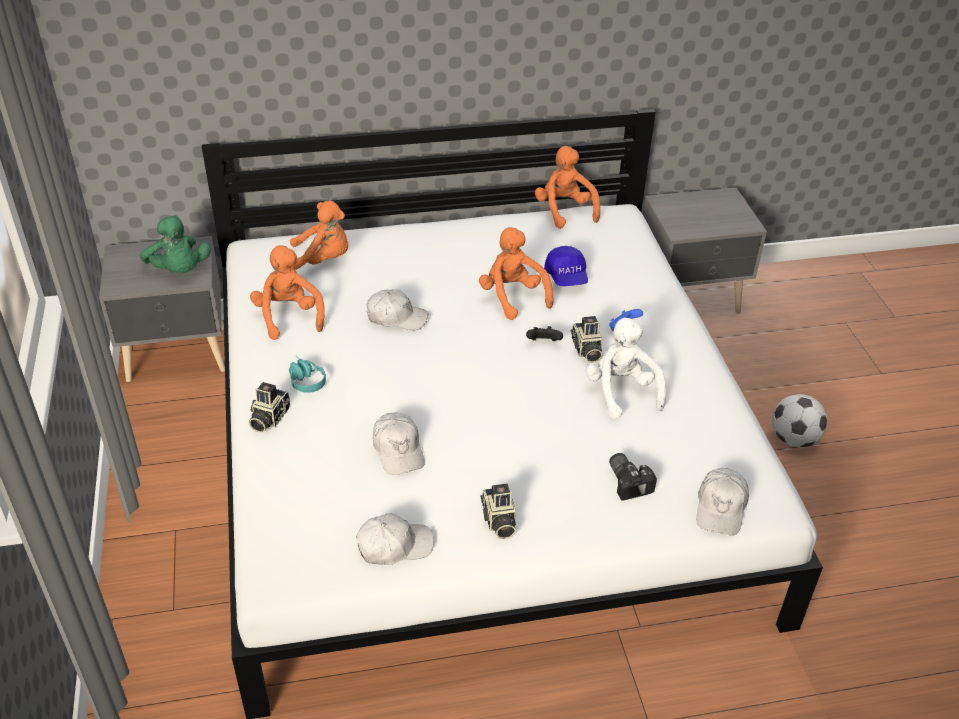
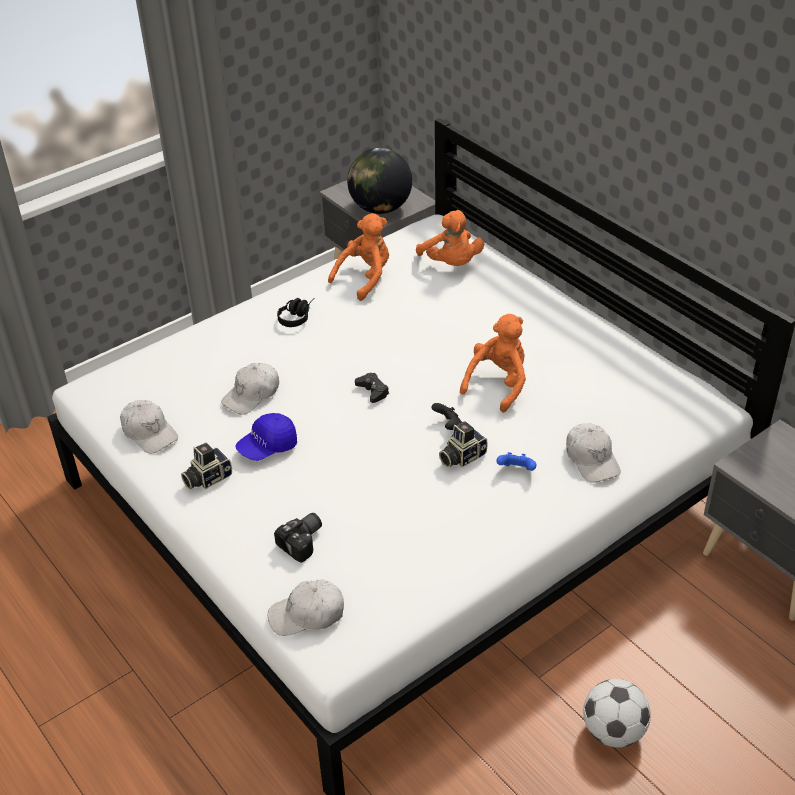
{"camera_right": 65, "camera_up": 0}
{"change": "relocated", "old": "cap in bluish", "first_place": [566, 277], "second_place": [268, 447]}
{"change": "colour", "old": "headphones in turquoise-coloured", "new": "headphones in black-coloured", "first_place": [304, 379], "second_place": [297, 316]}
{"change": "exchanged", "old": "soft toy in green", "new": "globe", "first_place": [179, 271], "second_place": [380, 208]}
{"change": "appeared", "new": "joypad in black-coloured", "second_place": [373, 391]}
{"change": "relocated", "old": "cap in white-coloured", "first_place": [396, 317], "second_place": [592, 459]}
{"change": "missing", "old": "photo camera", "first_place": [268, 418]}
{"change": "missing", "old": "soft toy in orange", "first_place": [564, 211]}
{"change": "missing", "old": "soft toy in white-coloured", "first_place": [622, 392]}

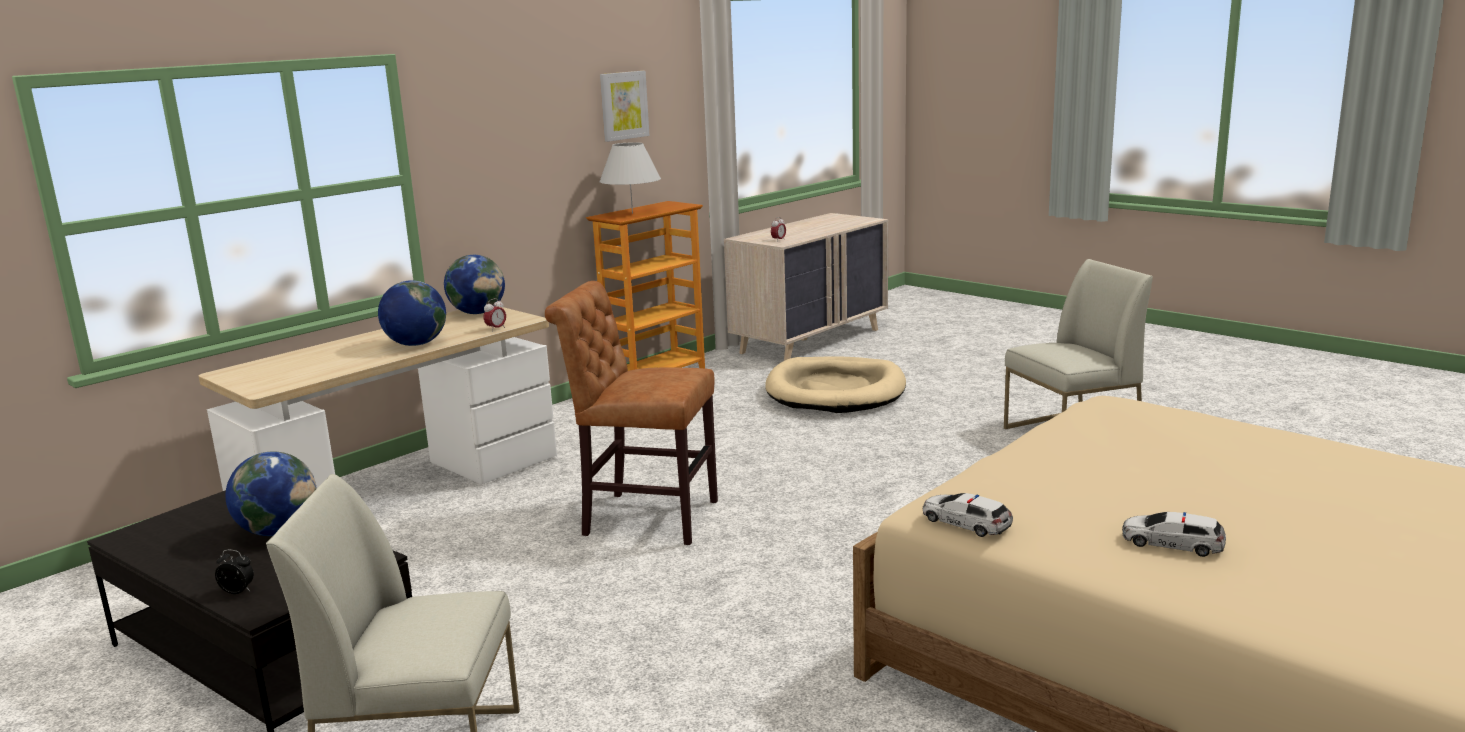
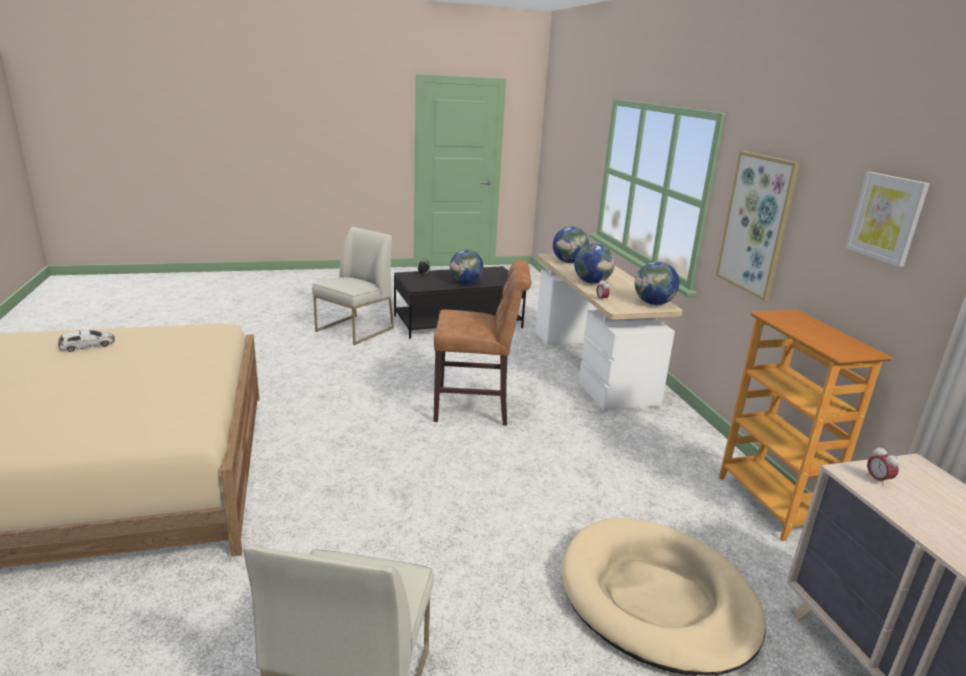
{"camera_right": 120, "camera_up": 5}
{"change": "spun", "old": "chair in brownish", "first_place": [643, 518], "second_place": [476, 408], "degrees": 45}
{"change": "appeared", "new": "globe", "second_place": [569, 262]}
{"change": "appeared", "new": "wall picture", "second_place": [756, 224]}
{"change": "missing", "old": "tabletop lamp in white-coloured", "first_place": [632, 213]}
{"change": "missing", "old": "toy car", "first_place": [965, 522]}

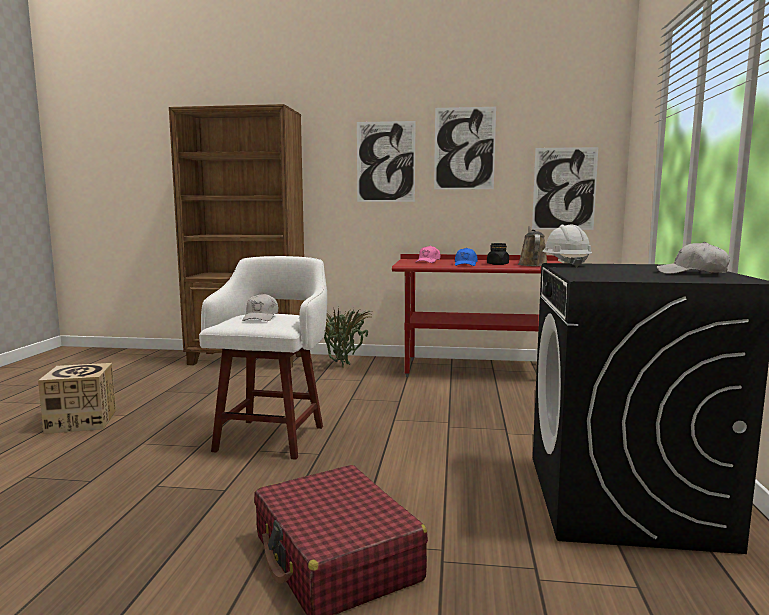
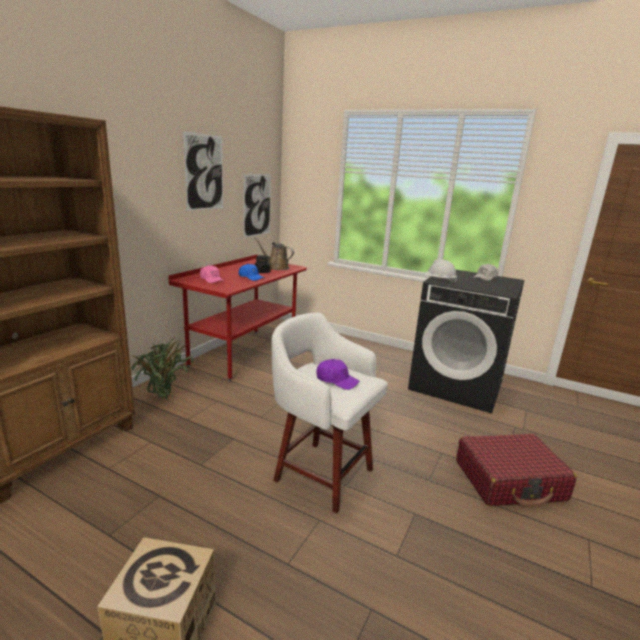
{"camera_right": -70, "camera_up": 10}
{"change": "colour", "old": "cap in white-coloured", "new": "cap in purple", "first_place": [261, 317], "second_place": [336, 380]}
{"change": "missing", "old": "wall picture", "first_place": [385, 162]}

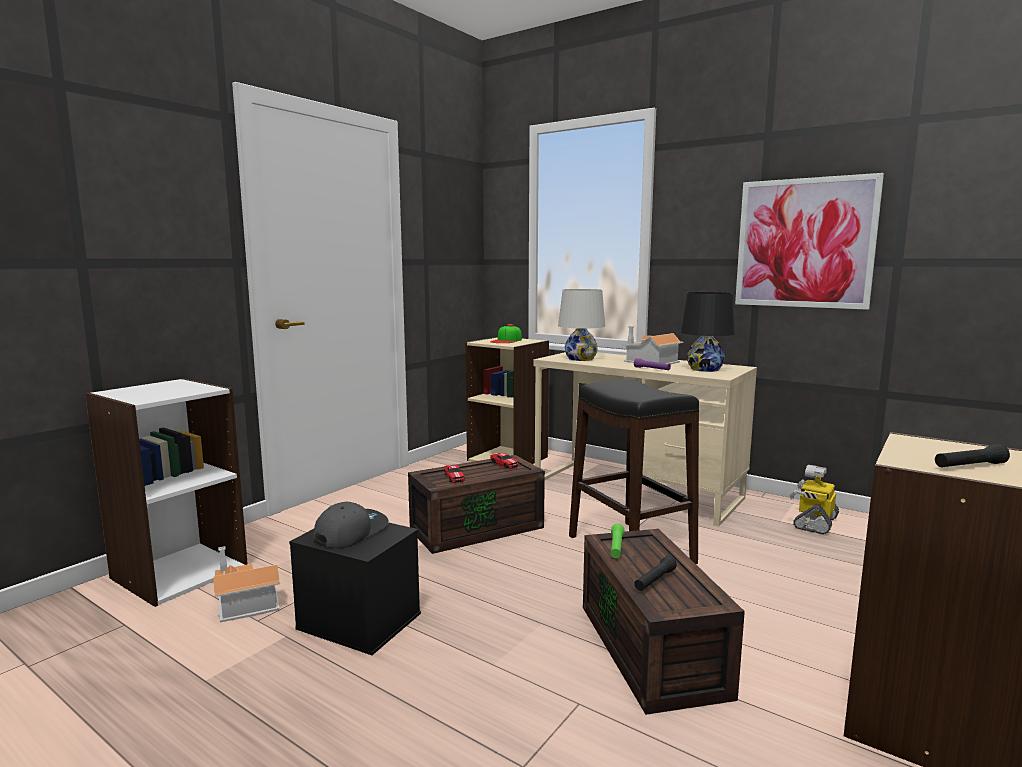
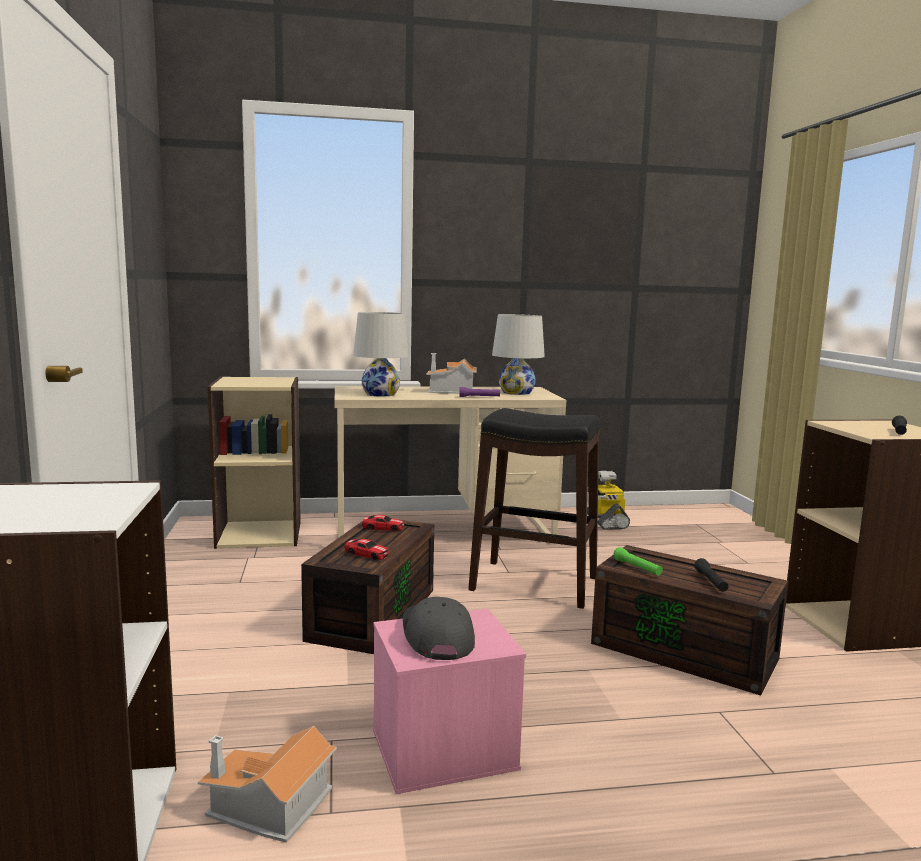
{"camera_right": -45, "camera_up": 0}
{"change": "colour", "old": "storage bin in black-coloured", "new": "storage bin in pink-coloured", "first_place": [357, 621], "second_place": [442, 751]}
{"change": "colour", "old": "tabletop lamp in black-coloured", "new": "tabletop lamp in white-coloured", "first_place": [704, 369], "second_place": [516, 392]}
{"change": "missing", "old": "cap", "first_place": [506, 340]}
{"change": "missing", "old": "wall picture", "first_place": [804, 243]}

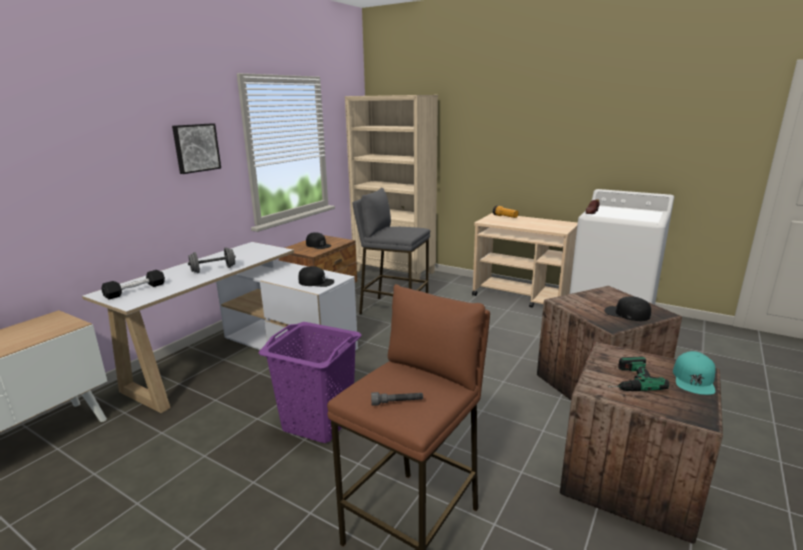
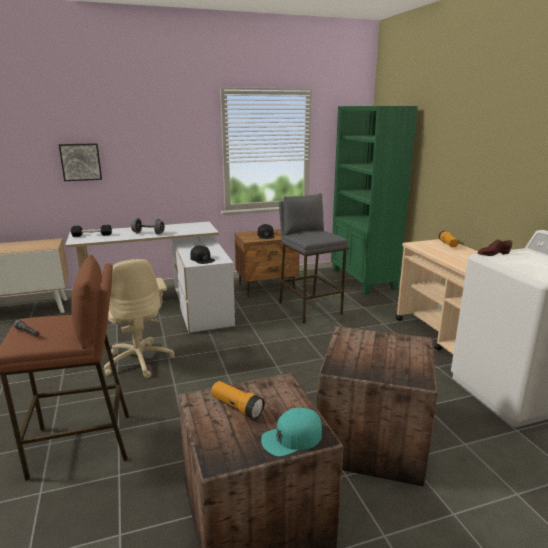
{"camera_right": 40, "camera_up": 0}
{"change": "relocated", "old": "wall picture", "first_place": [196, 148], "second_place": [81, 162]}
{"change": "exchanged", "old": "washing basket in purple", "new": "desk chair in beige-coloured", "first_place": [318, 422], "second_place": [139, 360]}
{"change": "exchanged", "old": "drill", "new": "flashlight", "first_place": [626, 380], "second_place": [237, 407]}
{"change": "colour", "old": "shelving unit in beige-coloured", "new": "shelving unit in green", "first_place": [394, 272], "second_place": [362, 279]}
{"change": "missing", "old": "cap in black-coloured", "first_place": [626, 313]}

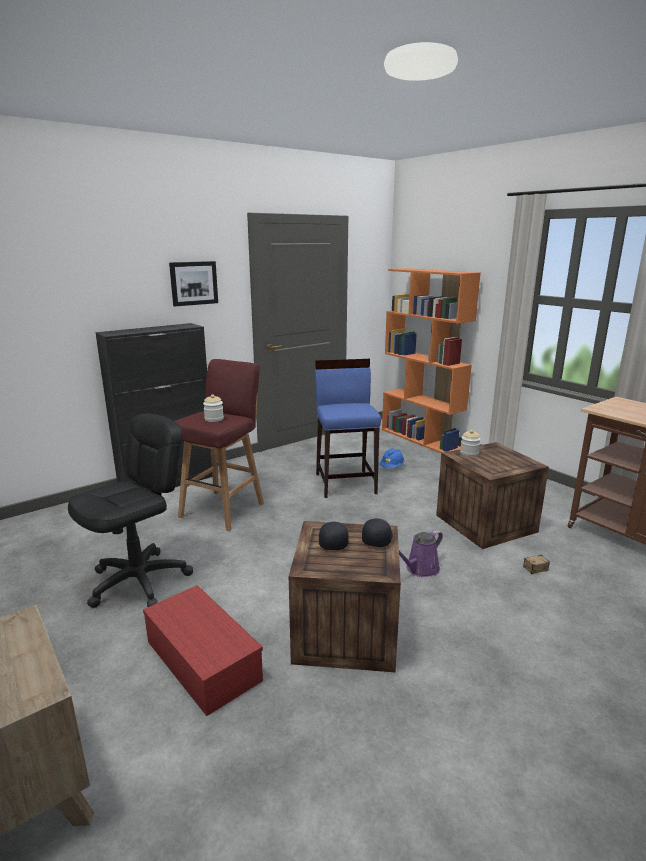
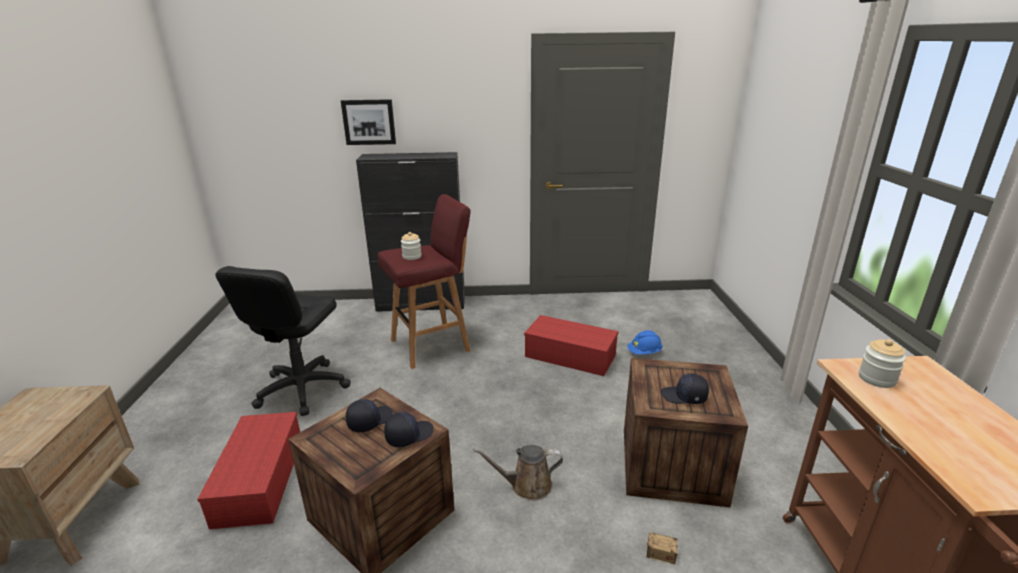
{"camera_right": 35, "camera_up": 5}
{"change": "spun", "old": "desk chair in black-coloured", "first_place": [139, 581], "second_place": [302, 389], "degrees": 120}
{"change": "relocated", "old": "wall picture", "first_place": [193, 283], "second_place": [369, 122]}
{"change": "colour", "old": "watering can in purple", "new": "watering can in brownish", "first_place": [420, 569], "second_place": [527, 486]}
{"change": "exchanged", "old": "stool in bluish", "new": "storage bin in red-coloured", "first_place": [346, 483], "second_place": [571, 355]}
{"change": "appeared", "new": "cap in black-coloured", "second_place": [684, 397]}
{"change": "relocated", "old": "preserve jar", "first_place": [469, 453], "second_place": [876, 379]}
{"change": "missing", "old": "shelving unit in orange", "first_place": [421, 439]}

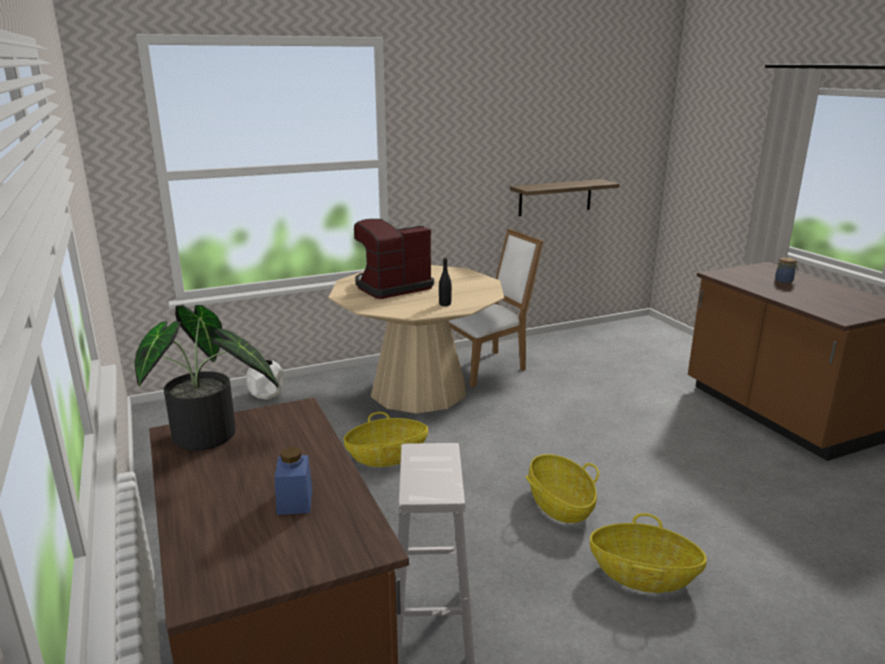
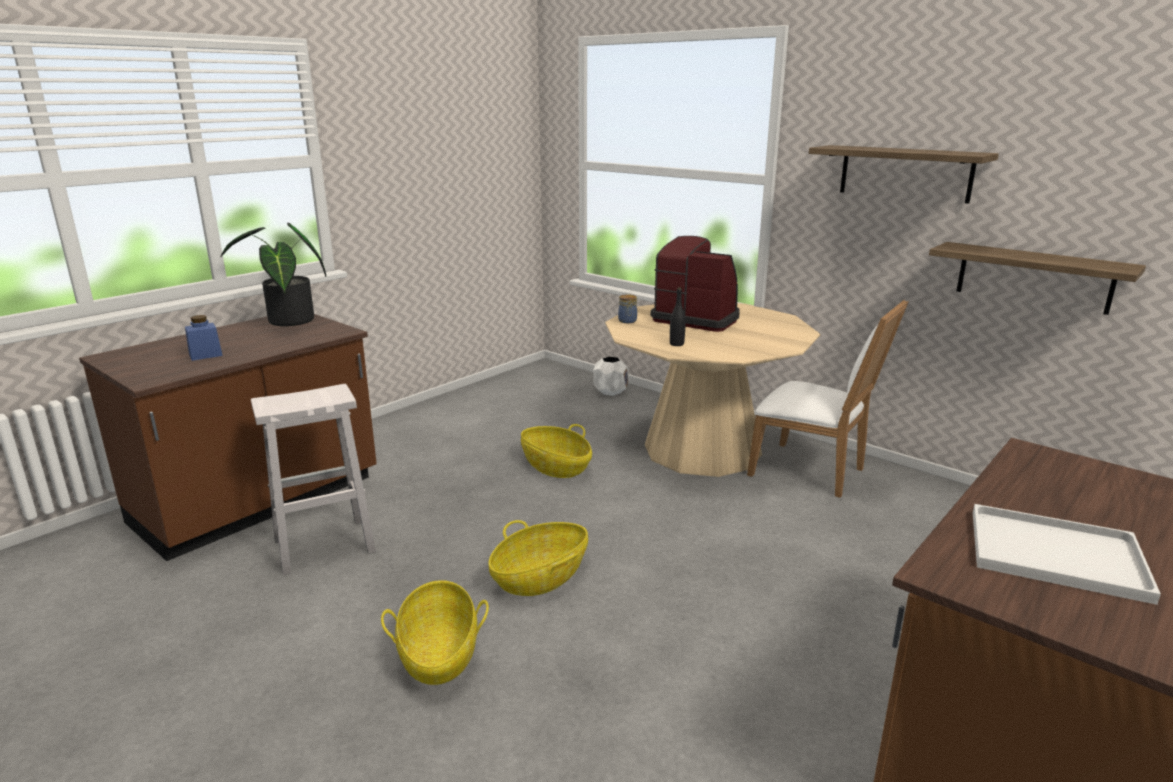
{"camera_right": 65, "camera_up": 0}
{"change": "relocated", "old": "preserve jar", "first_place": [784, 281], "second_place": [627, 321]}
{"change": "appeared", "new": "wall shelf", "second_place": [905, 173]}
{"change": "appeared", "new": "serving tray in white-coloured", "second_place": [1059, 554]}

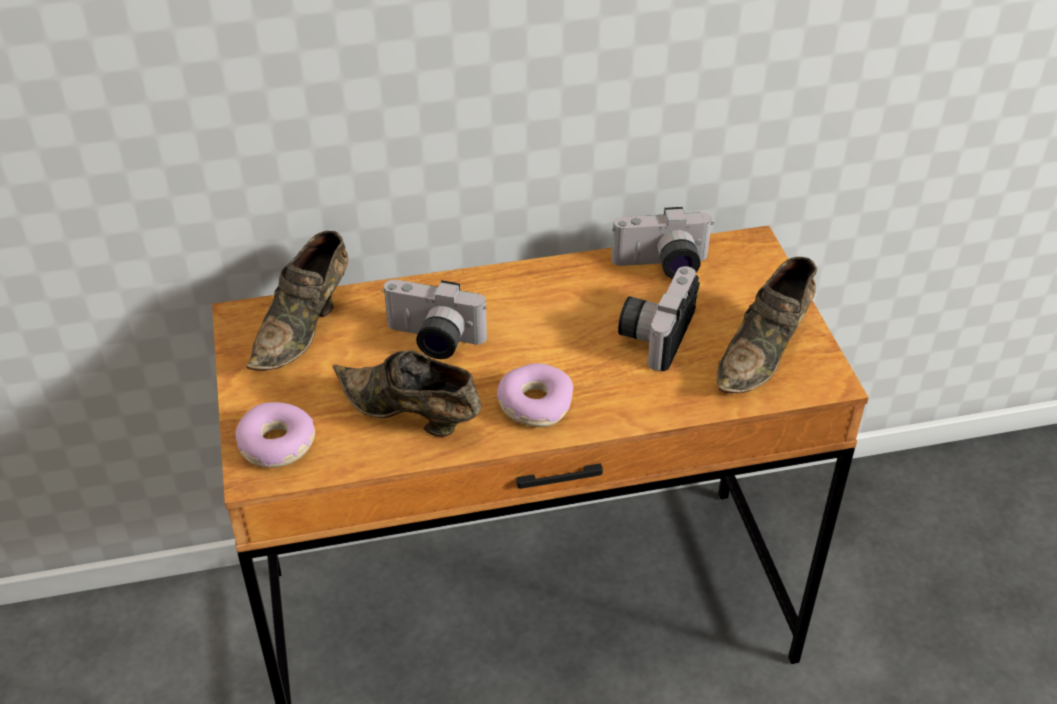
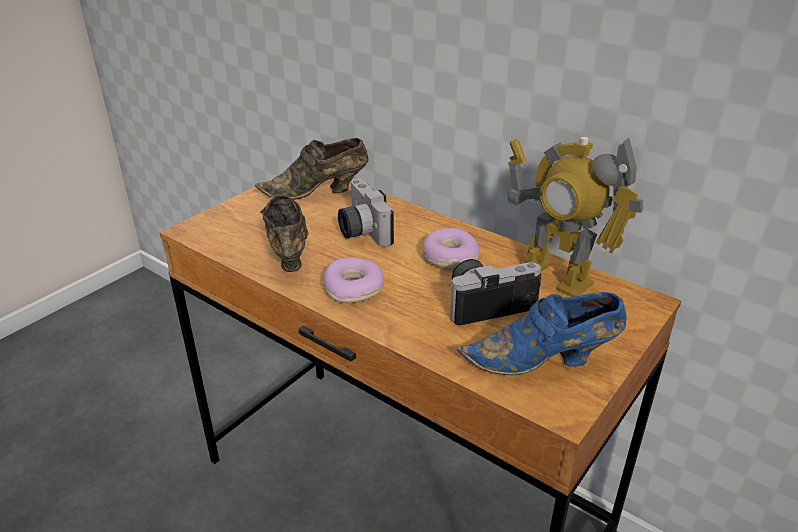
{"camera_right": 50, "camera_up": -10}
{"change": "relocated", "old": "ring doughnut", "first_place": [276, 445], "second_place": [449, 257]}
{"change": "colour", "old": "shoe in brownish", "new": "shoe in bluish", "first_place": [765, 352], "second_place": [543, 361]}
{"change": "exchanged", "old": "photo camera", "new": "model robot", "first_place": [662, 267], "second_place": [555, 276]}

